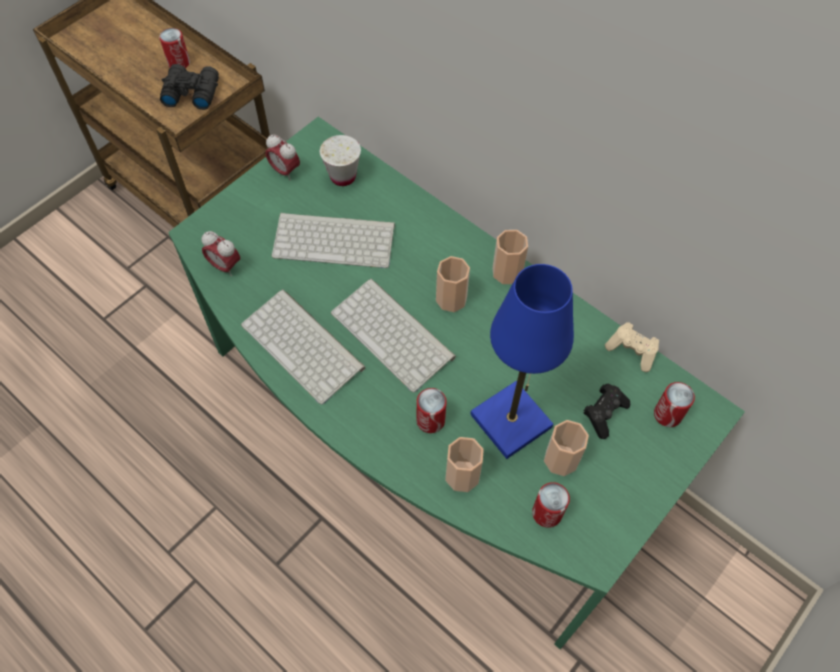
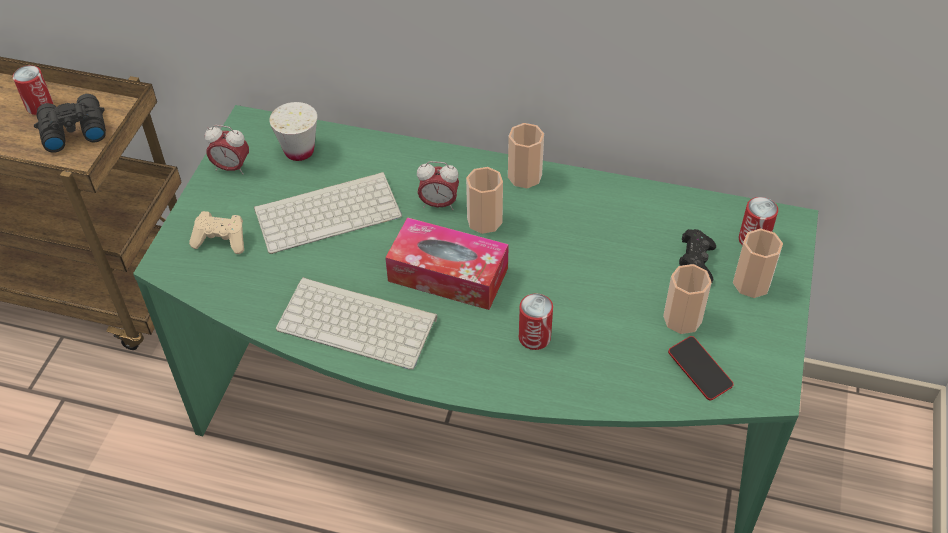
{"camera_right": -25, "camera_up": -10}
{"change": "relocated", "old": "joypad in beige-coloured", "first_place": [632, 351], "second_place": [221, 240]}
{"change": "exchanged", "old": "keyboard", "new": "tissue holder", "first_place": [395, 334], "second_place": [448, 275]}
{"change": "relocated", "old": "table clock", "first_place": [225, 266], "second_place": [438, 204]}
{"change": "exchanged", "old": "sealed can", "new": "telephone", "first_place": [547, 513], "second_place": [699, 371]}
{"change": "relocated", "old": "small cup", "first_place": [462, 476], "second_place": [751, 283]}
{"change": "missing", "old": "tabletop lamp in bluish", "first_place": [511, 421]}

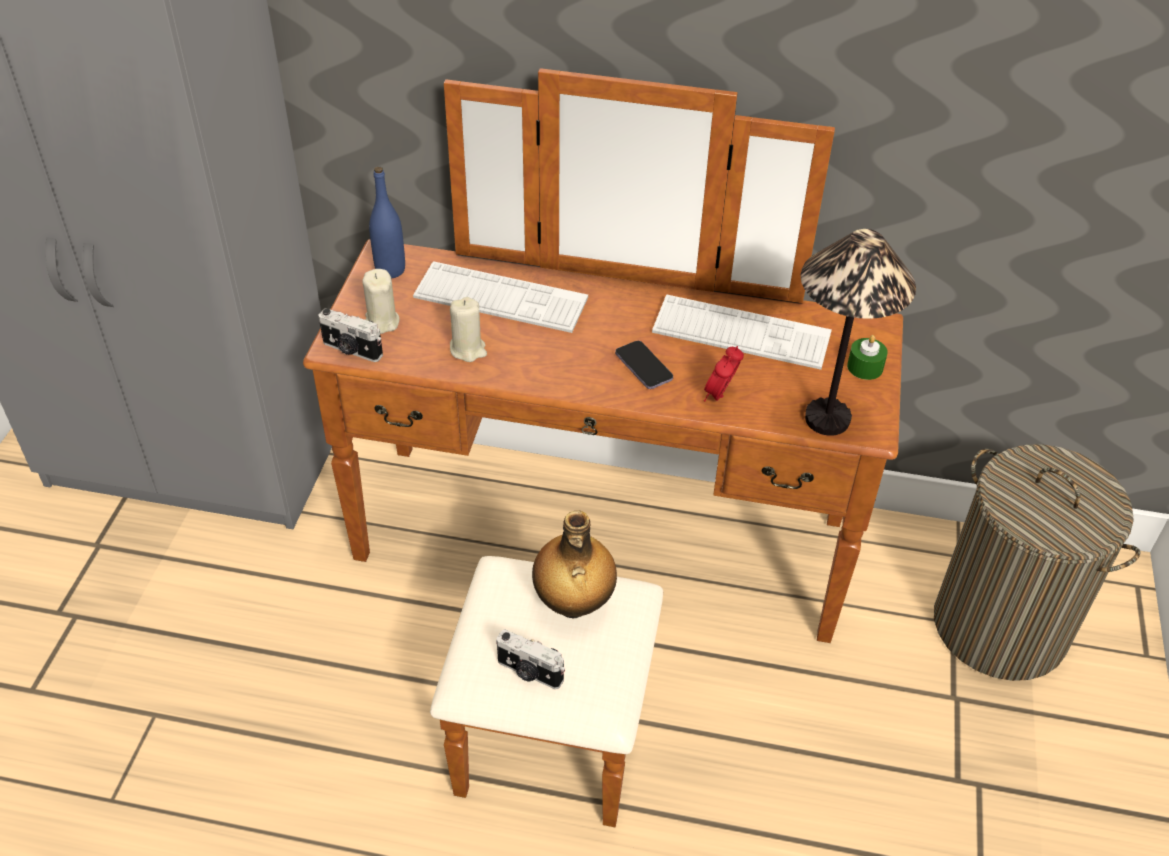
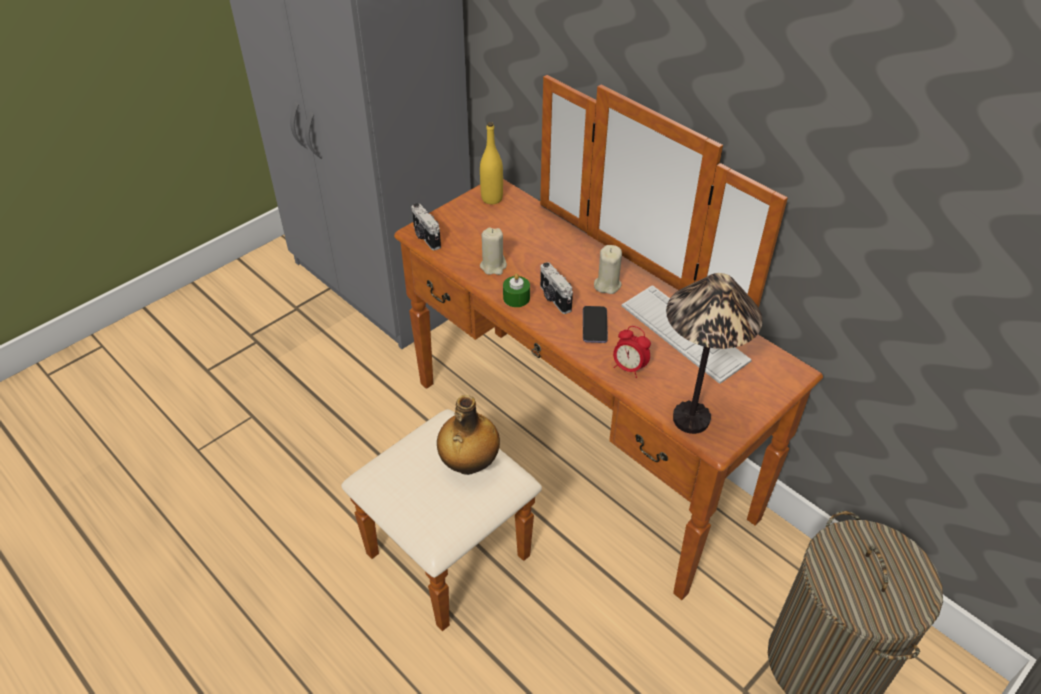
{"camera_right": 35, "camera_up": 0}
{"change": "colour", "old": "drink bottle in bluish", "new": "drink bottle in yellow", "first_place": [390, 270], "second_place": [492, 198]}
{"change": "relocated", "old": "wax light in green", "first_place": [865, 367], "second_place": [516, 298]}
{"change": "relocated", "old": "photo camera", "first_place": [529, 672], "second_place": [554, 299]}
{"change": "relocated", "old": "wax light in beige-coloured", "first_place": [381, 322], "second_place": [607, 285]}
{"change": "spun", "old": "table clock", "first_place": [720, 396], "second_place": [629, 368], "degrees": -120}
{"change": "missing", "old": "keyboard", "first_place": [500, 298]}

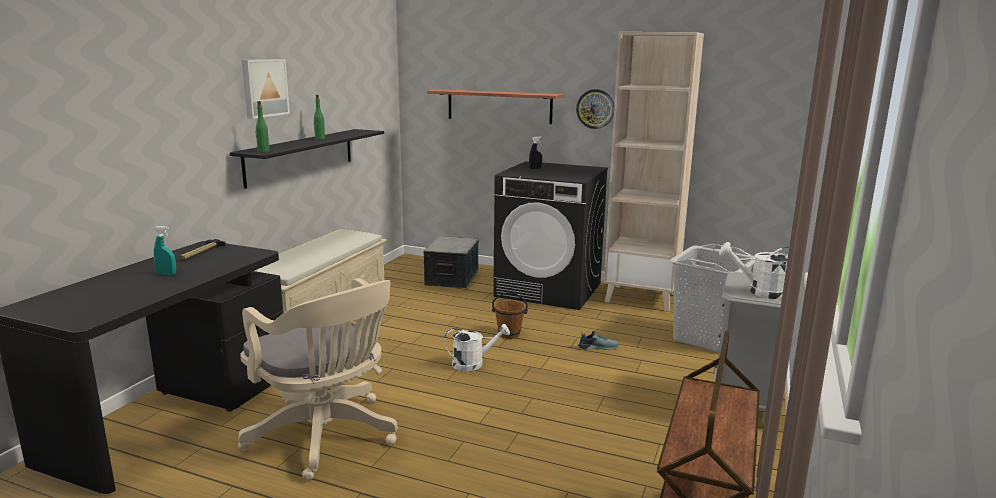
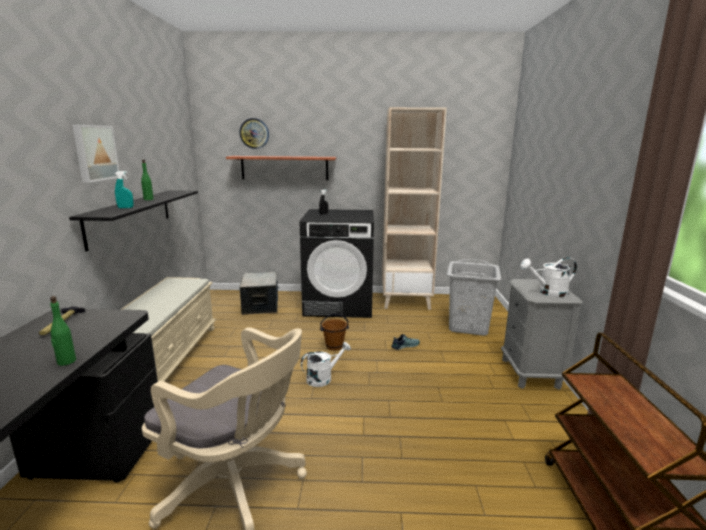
{"camera_right": -20, "camera_up": 0}
{"change": "relocated", "old": "drink bottle in green", "first_place": [263, 151], "second_place": [66, 361]}
{"change": "relocated", "old": "sprayer in turquoise-coloured", "first_place": [166, 274], "second_place": [125, 208]}
{"change": "relocated", "old": "hanging clock", "first_place": [595, 109], "second_place": [254, 133]}

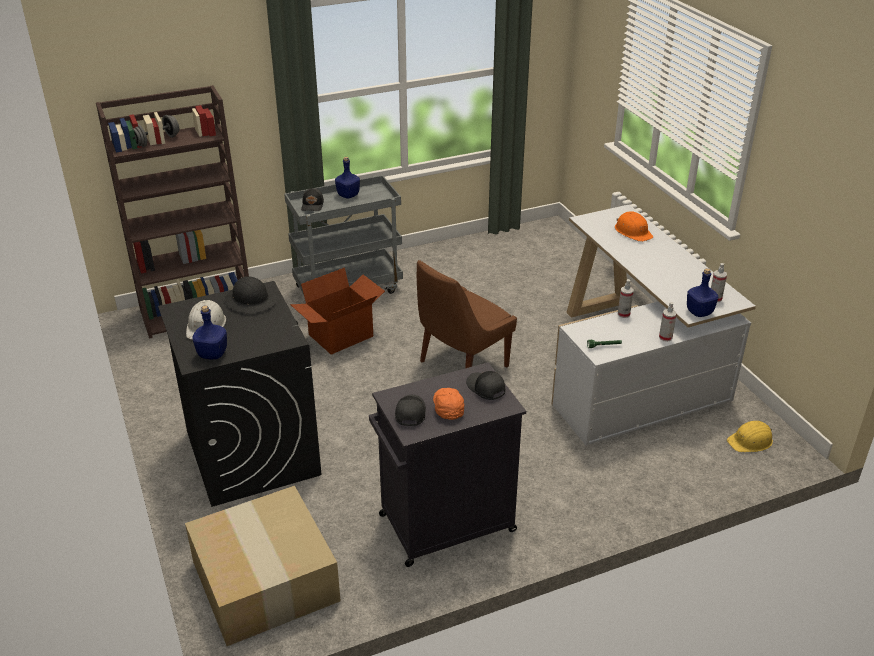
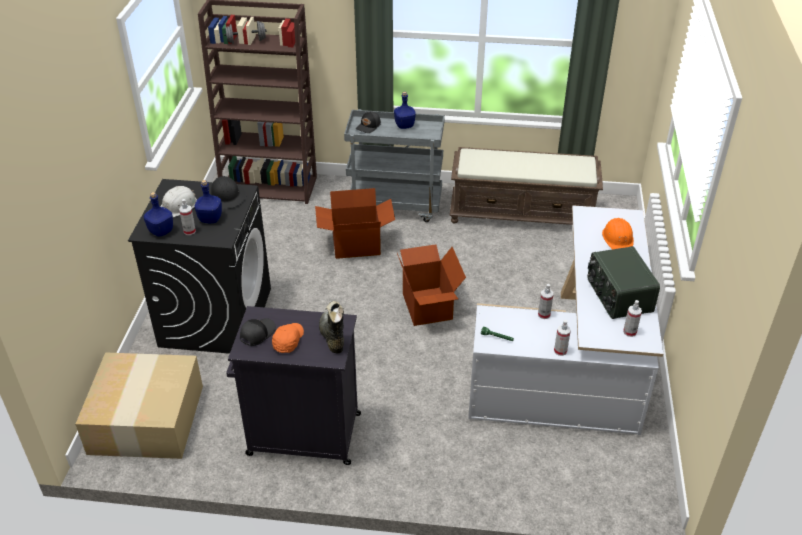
{"camera_right": 30, "camera_up": 5}
{"change": "appeared", "new": "sprayer", "second_place": [189, 231]}
{"change": "relocated", "old": "drink bottle in bluish", "first_place": [699, 312], "second_place": [210, 218]}
{"change": "exchanged", "old": "cap in black-coloured", "new": "boot in black-coloured", "first_place": [485, 388], "second_place": [331, 337]}
{"change": "exchanged", "old": "chair in brownish", "new": "cardboard box", "first_place": [461, 365], "second_place": [428, 306]}
{"change": "appeared", "new": "bench in brownish", "second_place": [522, 214]}
{"change": "appeared", "new": "radio receiver", "second_place": [618, 295]}
{"change": "missing", "old": "hard hat in yellow", "first_place": [750, 441]}

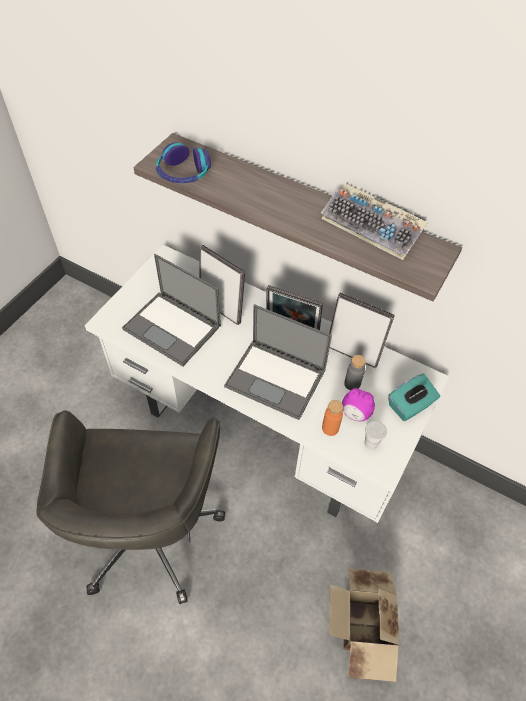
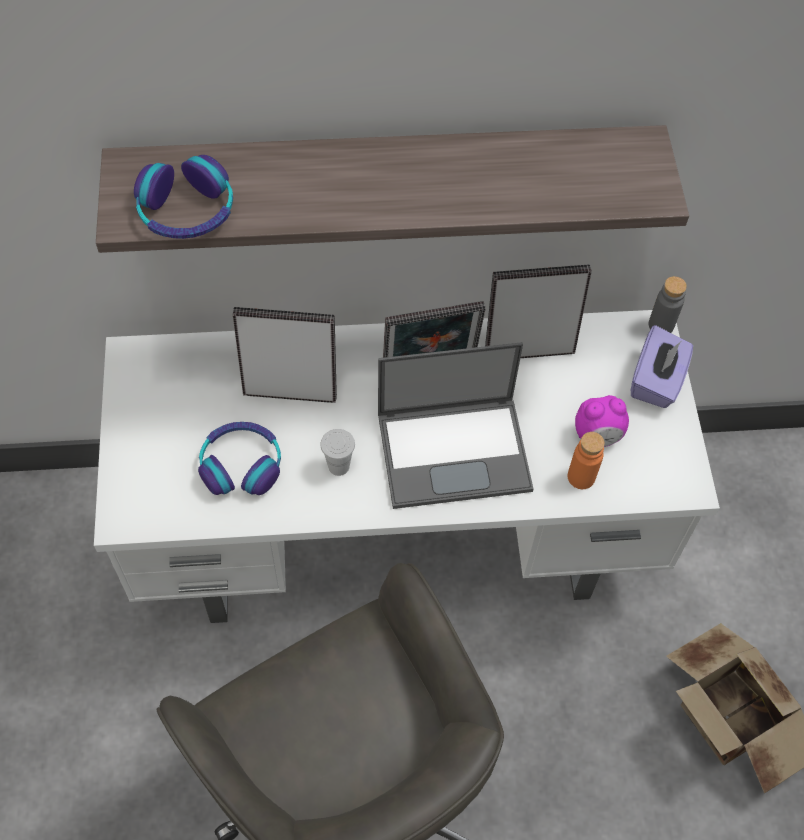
{"camera_right": -35, "camera_up": 5}
{"change": "exchanged", "old": "portable computer", "new": "headphones", "first_place": [173, 328], "second_place": [241, 465]}
{"change": "relocated", "old": "small cup in white-coloured", "first_place": [371, 443], "second_place": [338, 466]}
{"change": "colour", "old": "tissue holder in turquoise-coloured", "new": "tissue holder in purple", "first_place": [410, 406], "second_place": [656, 381]}
{"change": "relocated", "old": "drink bottle in gray", "first_place": [352, 384], "second_place": [661, 325]}
{"change": "missing", "old": "keyboard", "first_place": [373, 227]}

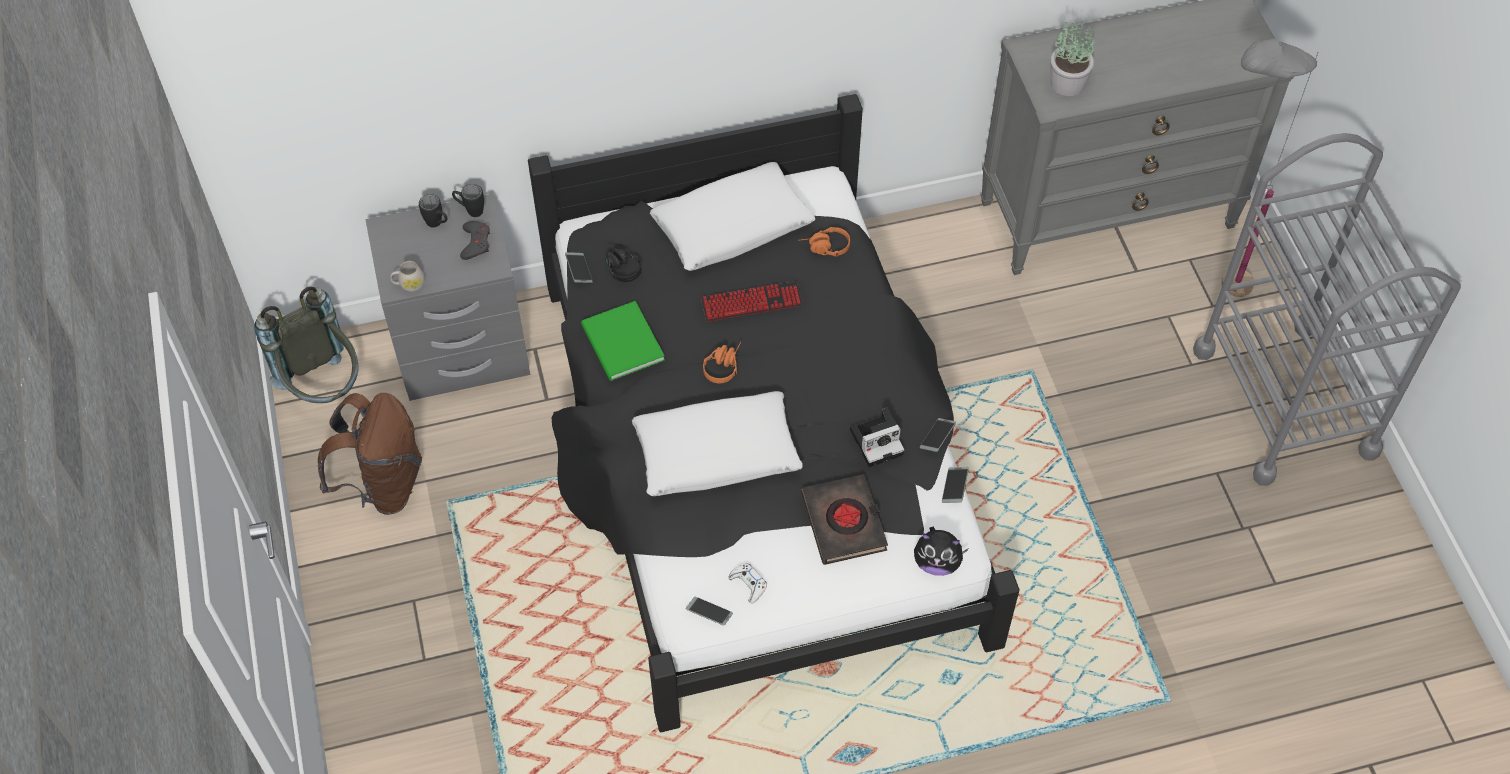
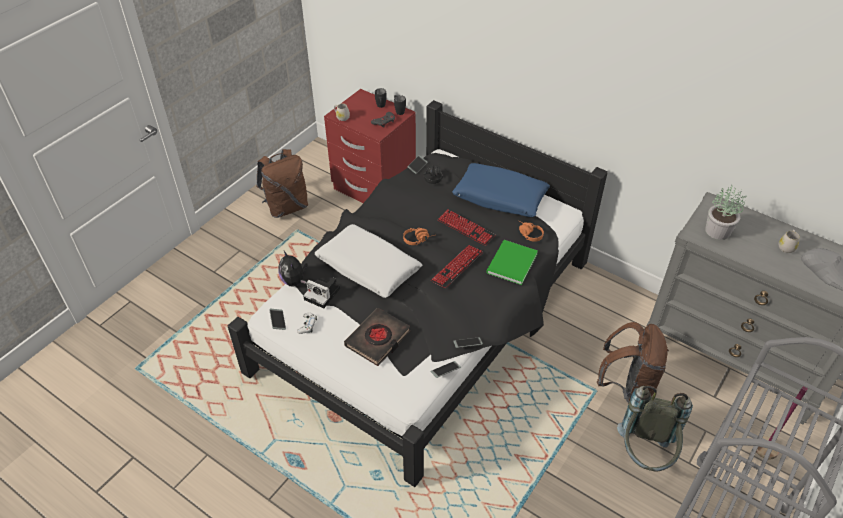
{"camera_right": 50, "camera_up": -10}
{"change": "relocated", "old": "soft toy", "first_place": [937, 562], "second_place": [294, 281]}
{"change": "relocated", "old": "photo camera", "first_place": [878, 441], "second_place": [323, 294]}
{"change": "colour", "old": "night table in gray", "new": "night table in red-coloured", "first_place": [462, 352], "second_place": [373, 188]}
{"change": "appeared", "new": "keyboard", "second_place": [457, 267]}
{"change": "colour", "old": "cushion in white-coloured", "new": "cushion in bluish", "first_place": [732, 227], "second_place": [500, 197]}
{"change": "relocated", "old": "bound book in green", "first_place": [621, 345], "second_place": [510, 264]}
{"change": "appeared", "new": "knapsack in brownish", "second_place": [627, 386]}
{"change": "relocated", "old": "knapsack in gray", "first_place": [325, 388], "second_place": [645, 455]}
{"change": "appeared", "new": "mug in white-coloured", "second_place": [786, 246]}

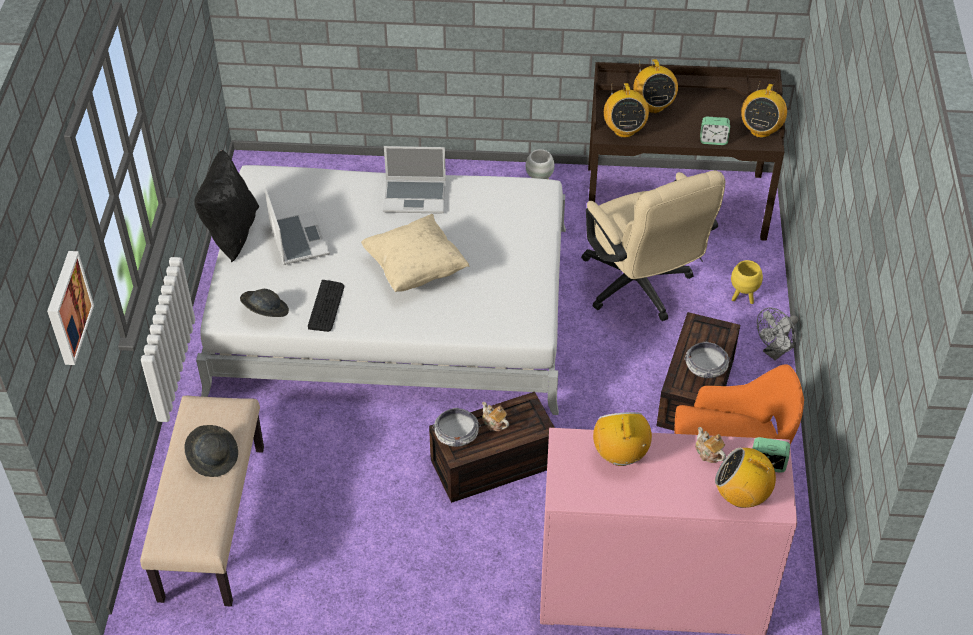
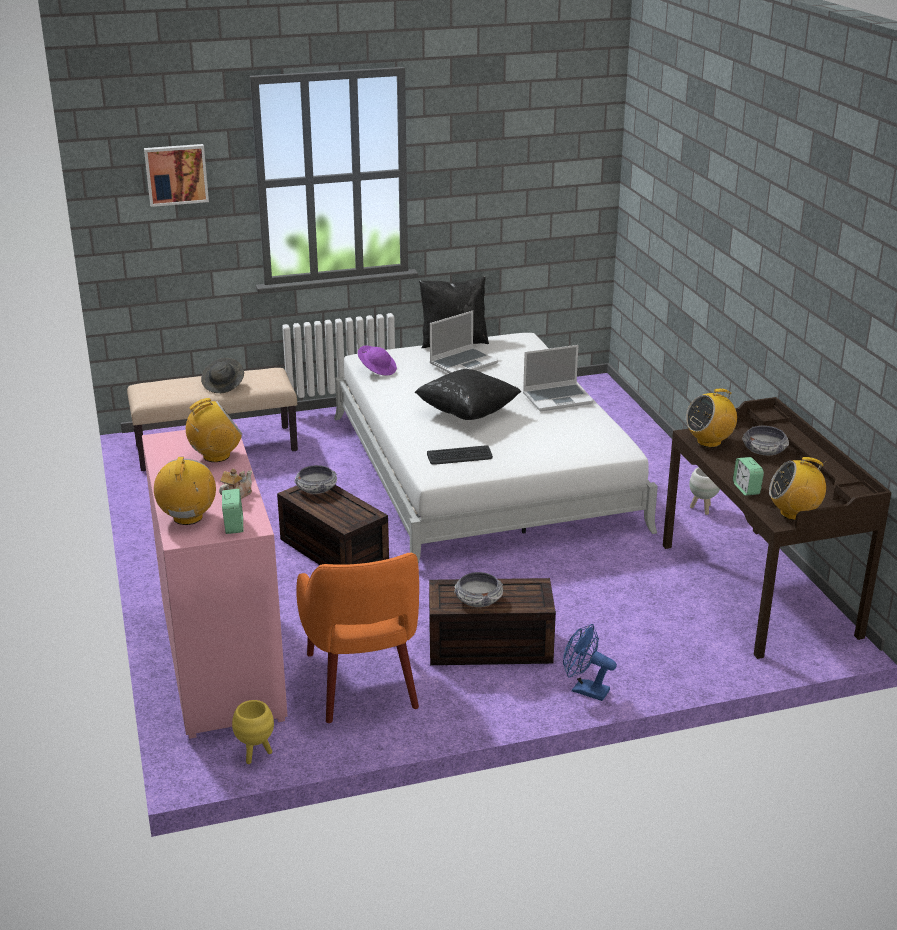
{"camera_right": 70, "camera_up": -20}
{"change": "relocated", "old": "planter in yellow", "first_place": [742, 297], "second_place": [256, 754]}
{"change": "colour", "old": "wearable hat in gray", "new": "wearable hat in purple", "first_place": [265, 312], "second_place": [377, 370]}
{"change": "colour", "old": "cushion in beige-coloured", "new": "cushion in black-coloured", "first_place": [415, 269], "second_place": [467, 412]}
{"change": "relocated", "old": "keyboard", "first_place": [326, 306], "second_place": [459, 456]}
{"change": "spun", "old": "portable computer", "first_place": [415, 197], "second_place": [558, 398], "degrees": -90}
{"change": "colour", "old": "fan in gray", "new": "fan in bluish", "first_place": [775, 352], "second_place": [584, 690]}
{"change": "exchanged", "old": "radio receiver", "new": "serving bowl", "first_place": [653, 106], "second_place": [764, 450]}
{"change": "missing", "old": "teapot", "first_place": [494, 423]}
{"change": "missing", "old": "desk chair in beige-coloured", "first_place": [640, 289]}

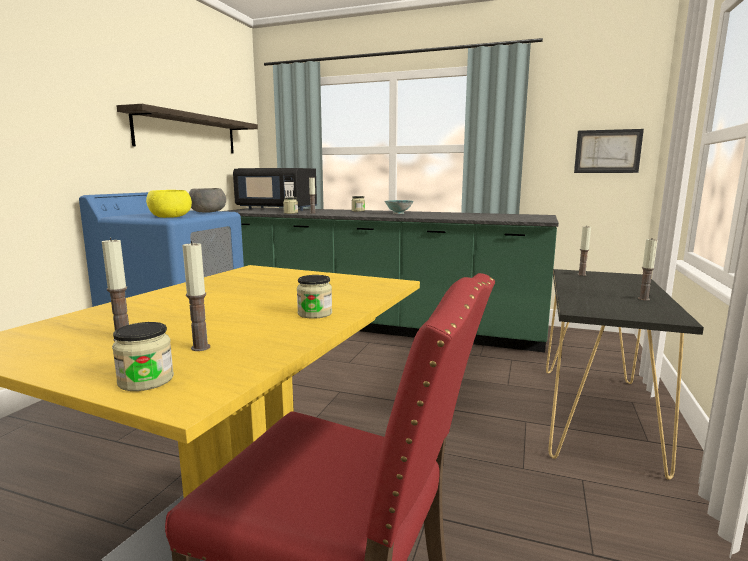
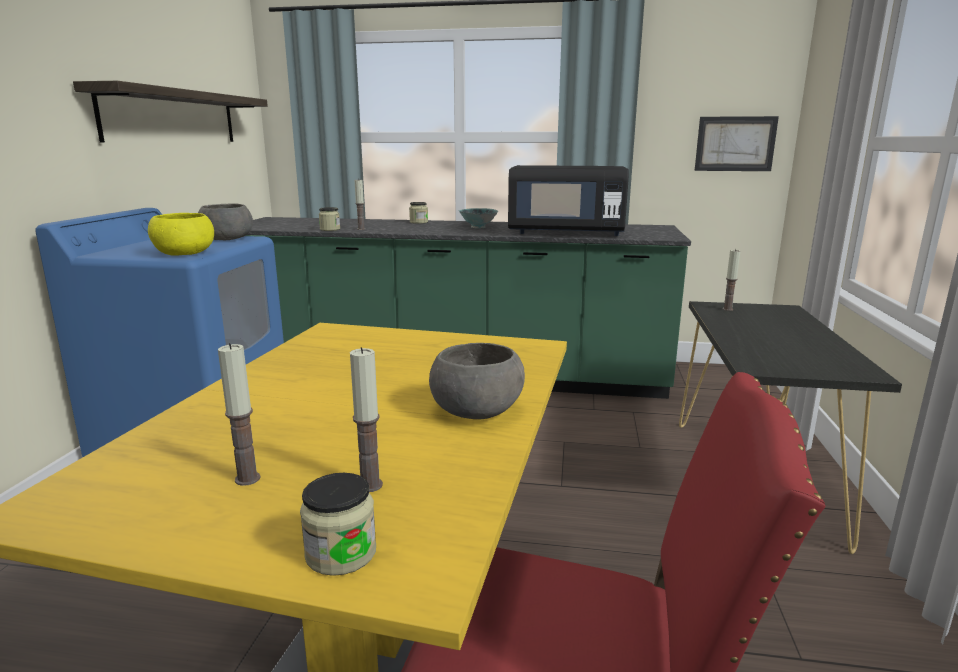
{"camera_right": -10, "camera_up": 5}
{"change": "exchanged", "old": "preserve jar", "new": "serving bowl in gray", "first_place": [315, 313], "second_place": [476, 410]}
{"change": "relocated", "old": "microwave oven in black-coloured", "first_place": [277, 209], "second_place": [566, 233]}
{"change": "missing", "old": "wax light", "first_place": [643, 299]}

